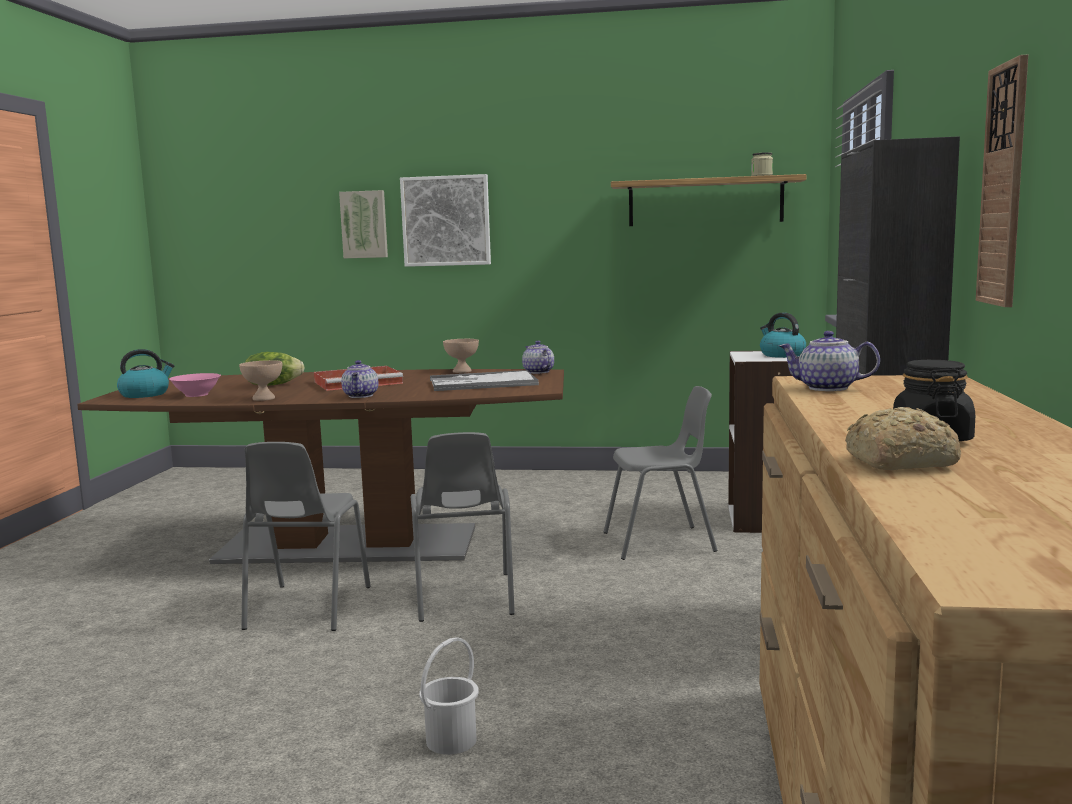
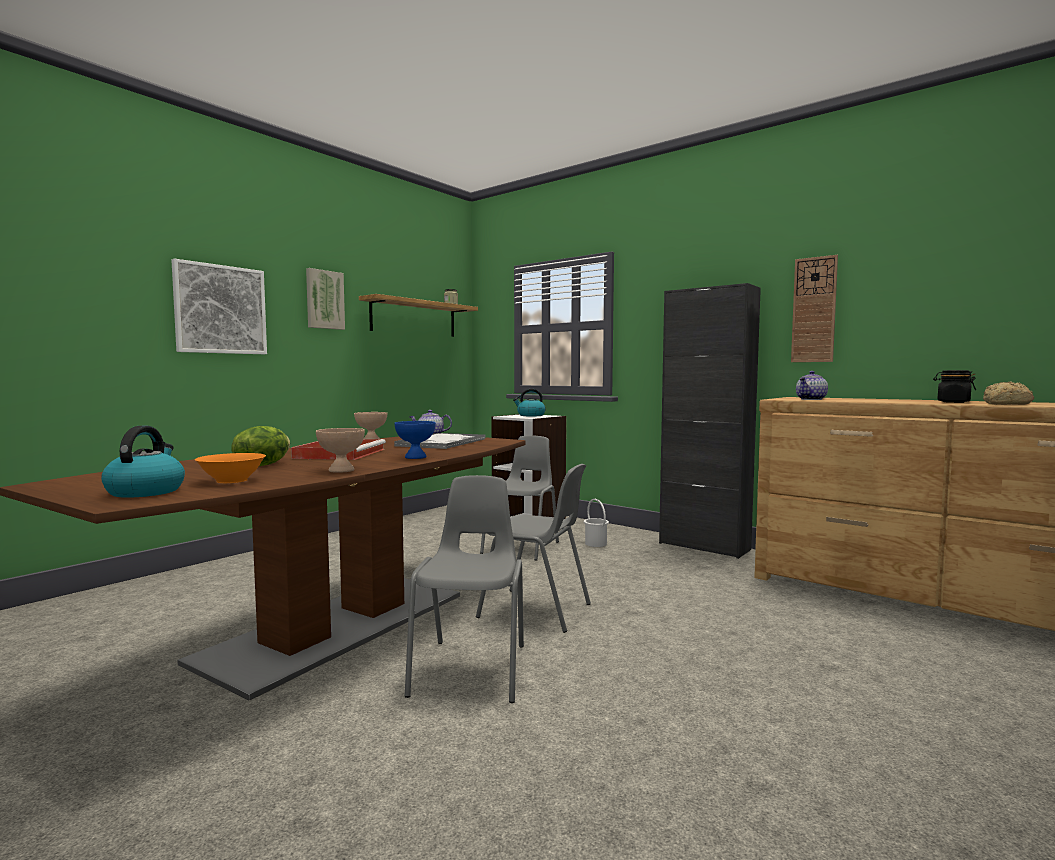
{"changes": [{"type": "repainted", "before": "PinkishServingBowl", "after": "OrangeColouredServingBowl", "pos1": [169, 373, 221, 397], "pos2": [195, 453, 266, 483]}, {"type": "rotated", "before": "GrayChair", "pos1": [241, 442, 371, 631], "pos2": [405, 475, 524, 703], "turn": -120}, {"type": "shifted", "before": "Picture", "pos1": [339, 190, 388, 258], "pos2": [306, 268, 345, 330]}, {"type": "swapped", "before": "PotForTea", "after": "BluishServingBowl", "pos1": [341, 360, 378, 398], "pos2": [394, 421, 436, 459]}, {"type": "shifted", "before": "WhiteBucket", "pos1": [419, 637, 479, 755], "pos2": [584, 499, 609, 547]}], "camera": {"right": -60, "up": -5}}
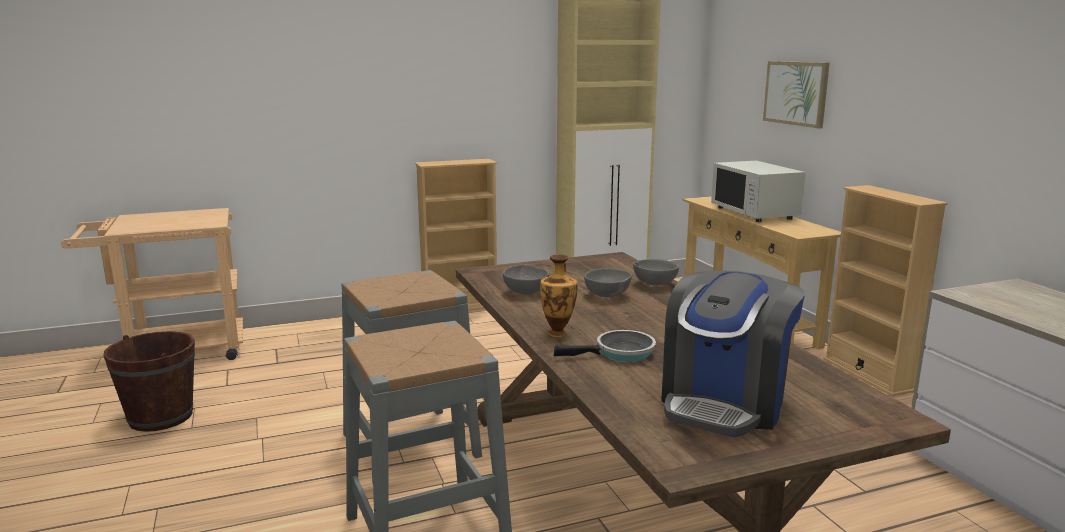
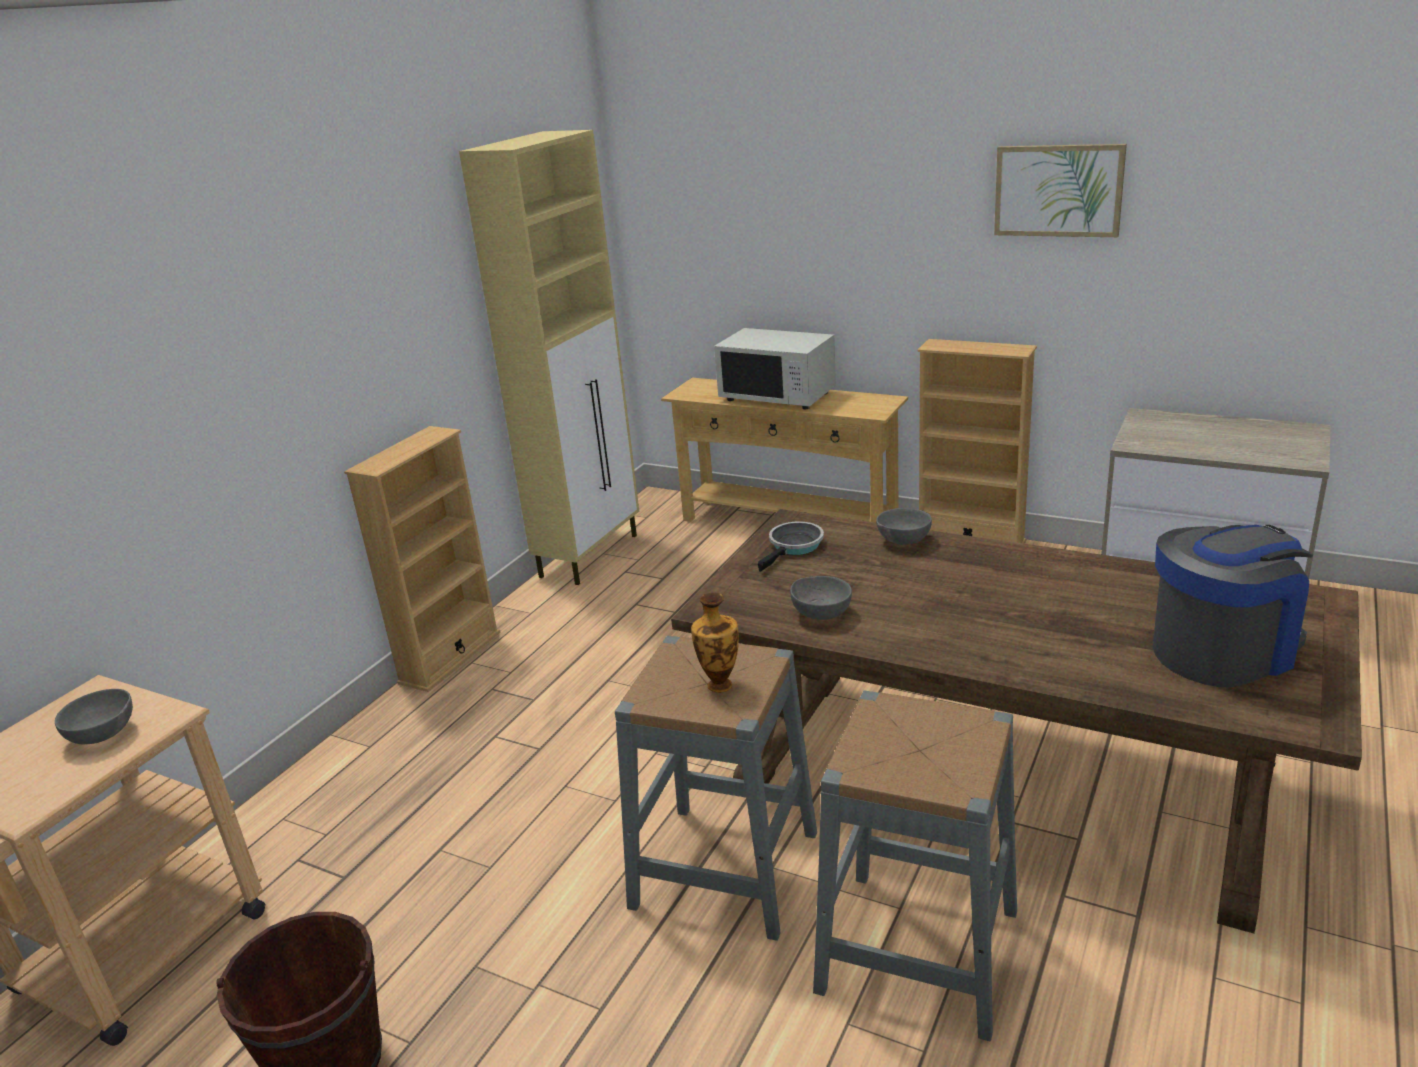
{"changes": [{"type": "shifted", "before": "DecorativeVase", "pos1": [540, 254, 578, 338], "pos2": [691, 593, 739, 693]}, {"type": "shifted", "before": "Pan", "pos1": [554, 330, 656, 362], "pos2": [758, 521, 824, 572]}, {"type": "shifted", "before": "GrayServingBowl", "pos1": [584, 268, 632, 297], "pos2": [55, 689, 133, 744]}, {"type": "rotated", "before": "CoffeeBrewer", "pos1": [661, 271, 805, 437], "pos2": [1153, 525, 1313, 687], "turn": -105}, {"type": "shifted", "before": "Picture", "pos1": [763, 61, 830, 128], "pos2": [994, 144, 1127, 237]}], "camera": {"right": -40, "up": 10}}
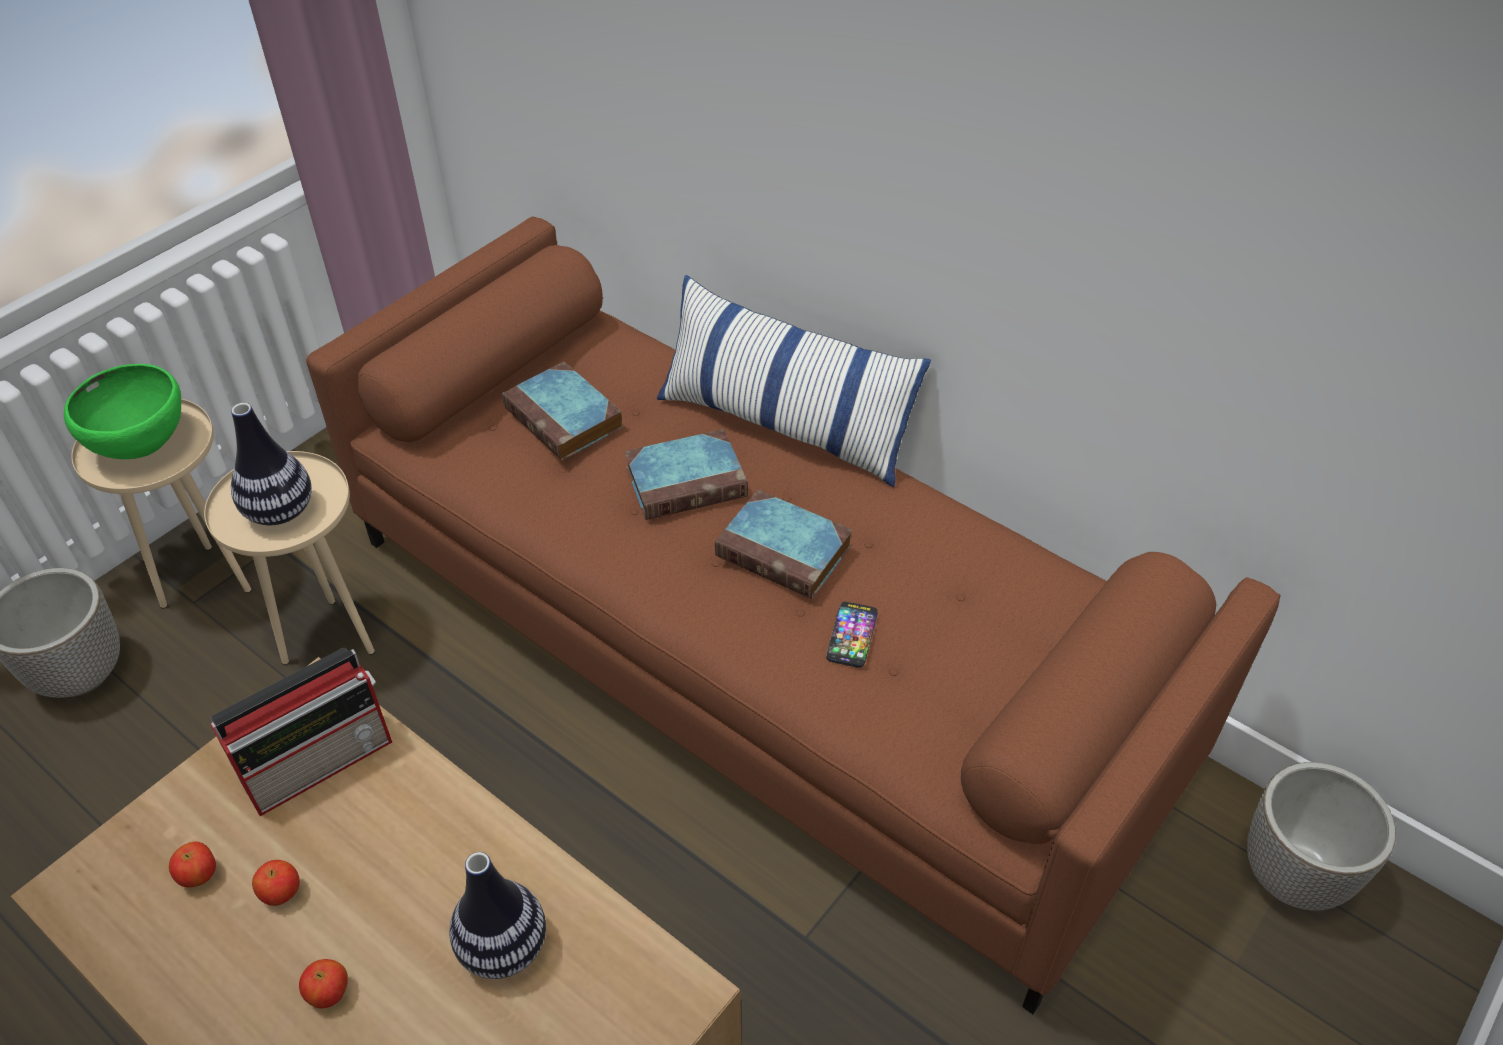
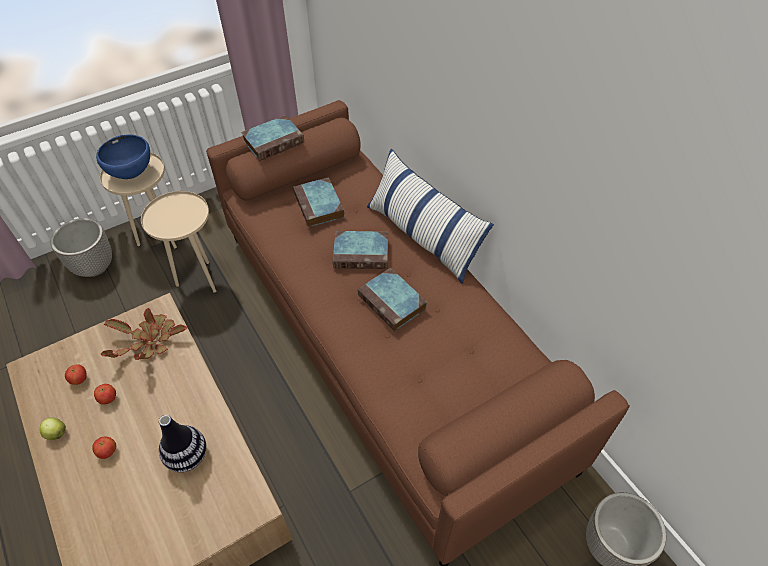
{"changes": [{"type": "repainted", "before": "GreenishServingBowl", "after": "BluishServingBowl", "pos1": [64, 364, 181, 459], "pos2": [96, 134, 150, 179]}, {"type": "swapped", "before": "RadioSet", "after": "Houseplant", "pos1": [210, 647, 392, 816], "pos2": [101, 308, 187, 360]}, {"type": "gone", "before": "DecorativeVase", "pos1": [231, 403, 312, 525]}, {"type": "gone", "before": "Handset", "pos1": [826, 602, 878, 668]}, {"type": "new", "after": "WholeApple", "pos2": [40, 417, 66, 440]}, {"type": "new", "after": "BoundBook", "pos2": [241, 115, 304, 161]}], "camera": {"right": 20, "up": 5}}
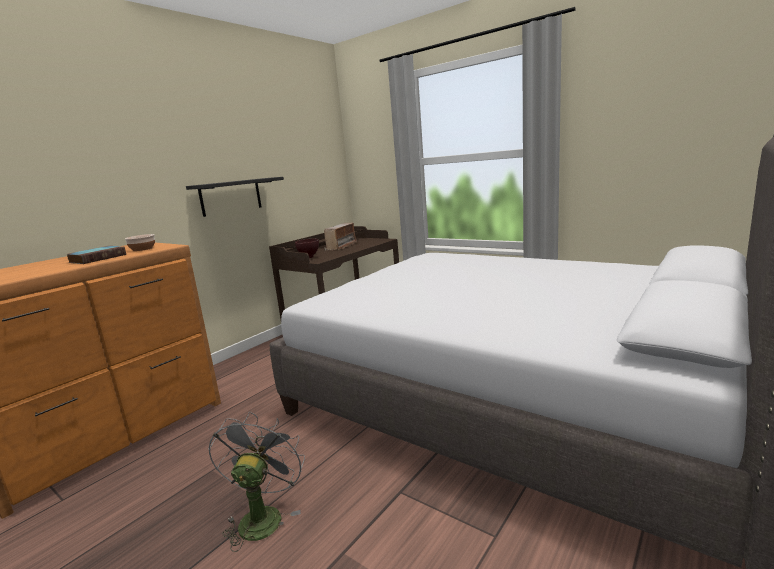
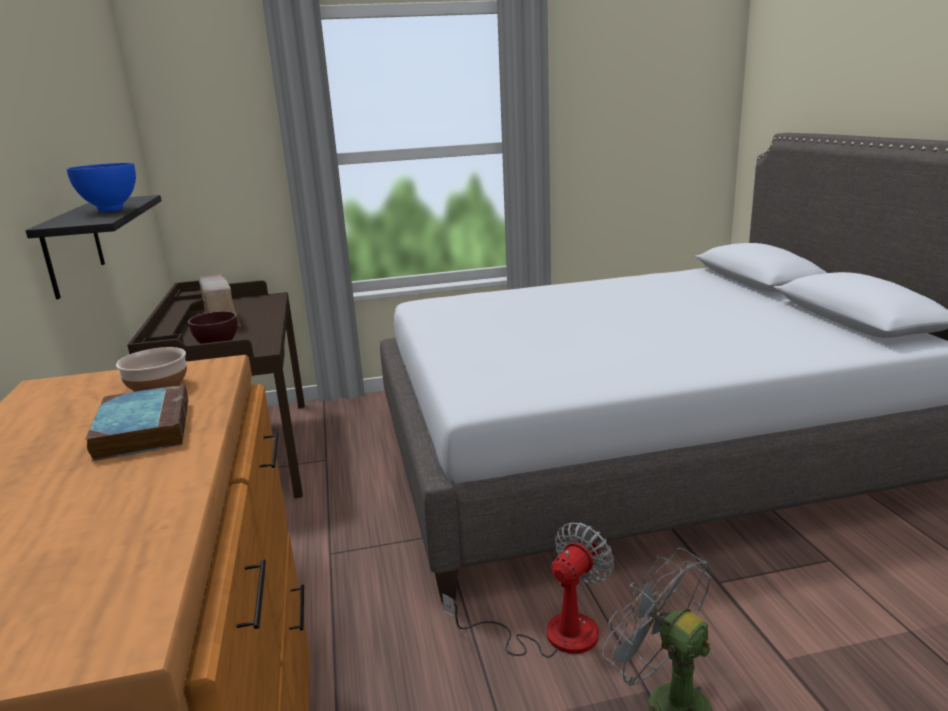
{"changes": [{"type": "new", "after": "BluishServingBowl", "pos2": [66, 163, 136, 212]}, {"type": "new", "after": "CoolingFan", "pos2": [442, 522, 614, 658]}], "camera": {"right": -50, "up": 5}}
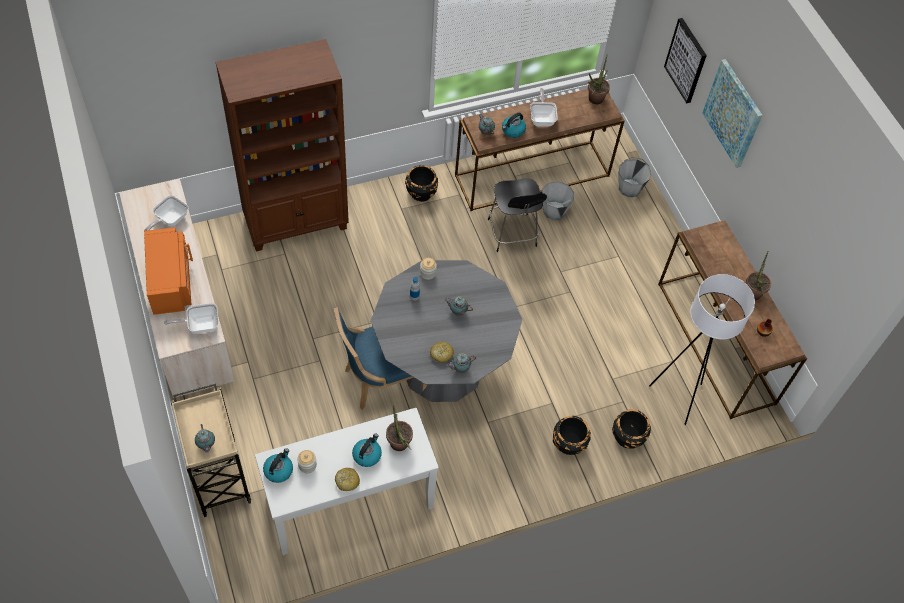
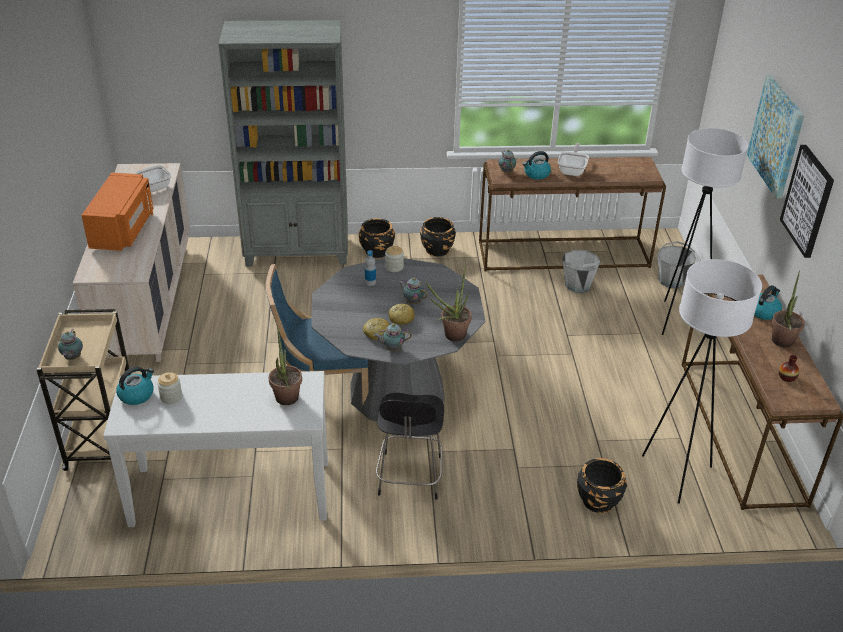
{"changes": [{"type": "gone", "before": "Pan", "pos1": [164, 303, 219, 333]}, {"type": "repainted", "before": "BrownBookshelf", "after": "GrayBookshelf", "pos1": [216, 39, 349, 251], "pos2": [219, 20, 348, 266]}, {"type": "shifted", "before": "Bread", "pos1": [335, 468, 360, 491], "pos2": [388, 303, 415, 325]}, {"type": "shifted", "before": "WaterKettle", "pos1": [352, 433, 382, 467], "pos2": [754, 285, 782, 320]}, {"type": "shifted", "before": "BlackChair", "pos1": [488, 178, 547, 252], "pos2": [376, 393, 444, 500]}, {"type": "shifted", "before": "BlackPlantPot", "pos1": [553, 415, 591, 455], "pos2": [358, 218, 395, 258]}, {"type": "shifted", "before": "Houseplant", "pos1": [588, 54, 610, 104], "pos2": [426, 267, 472, 341]}, {"type": "shifted", "before": "Picture", "pos1": [664, 18, 707, 103], "pos2": [780, 145, 834, 258]}, {"type": "new", "after": "WhiteStandingLamp", "pos2": [662, 128, 749, 335]}], "camera": {"right": 20, "up": -20}}
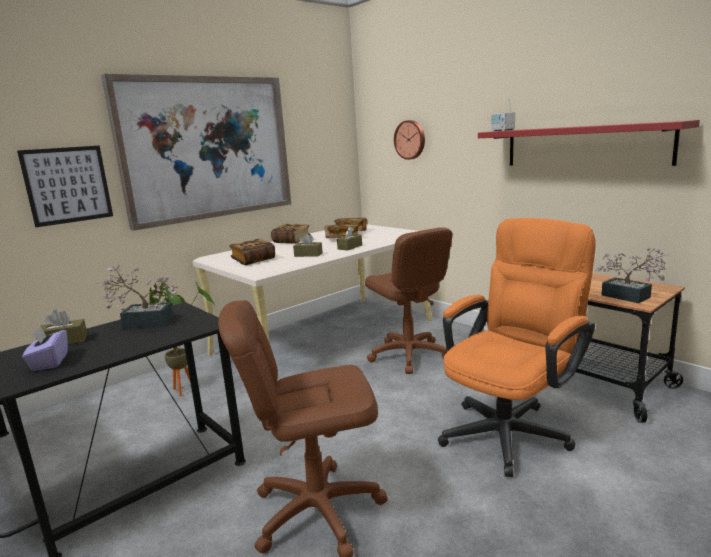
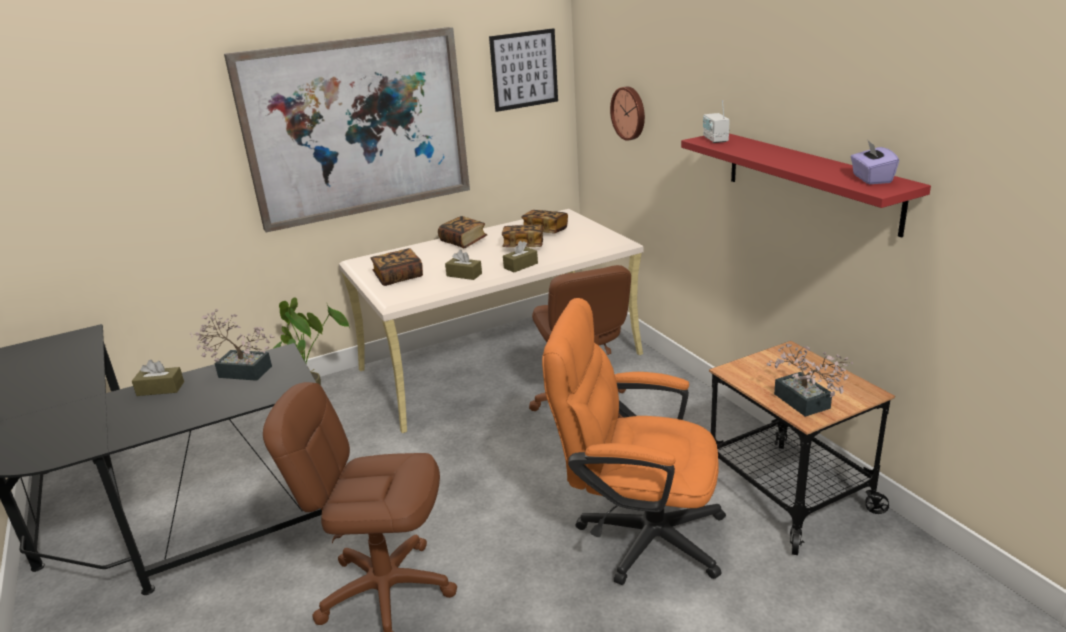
{"changes": [{"type": "shifted", "before": "Picture", "pos1": [17, 146, 113, 227], "pos2": [489, 28, 558, 112]}, {"type": "shifted", "before": "PurpleBoxOfTissues", "pos1": [22, 326, 68, 371], "pos2": [851, 141, 899, 184]}, {"type": "rotated", "before": "OrangeColouredOfficeChair", "pos1": [438, 218, 596, 477], "pos2": [542, 298, 726, 585], "turn": -135}], "camera": {"right": 15, "up": 10}}
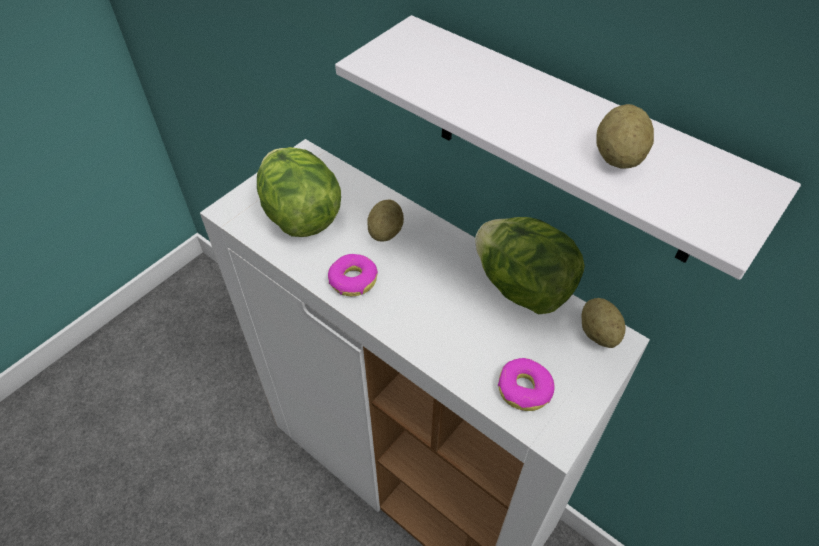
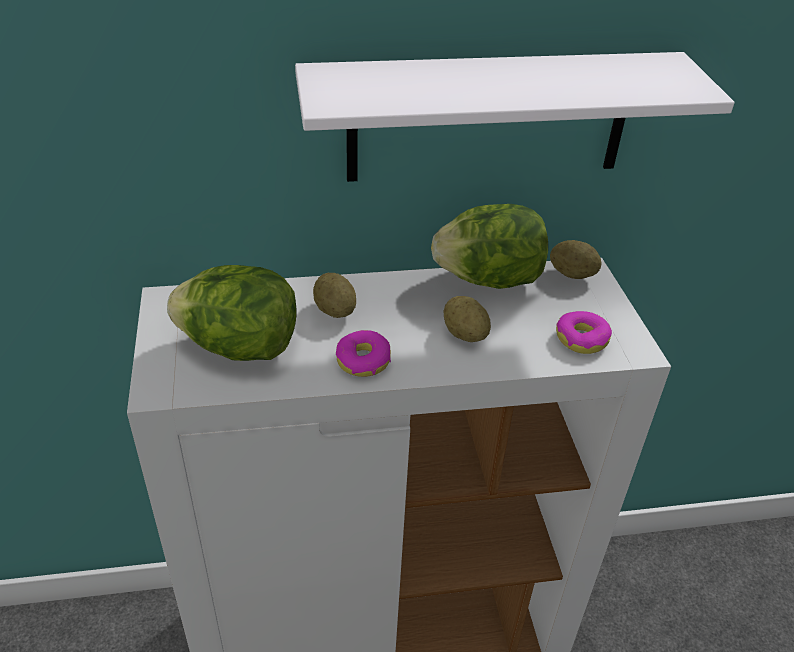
{"changes": [{"type": "shifted", "before": "Potato", "pos1": [596, 104, 654, 169], "pos2": [444, 296, 491, 342]}], "camera": {"right": -50, "up": -10}}
